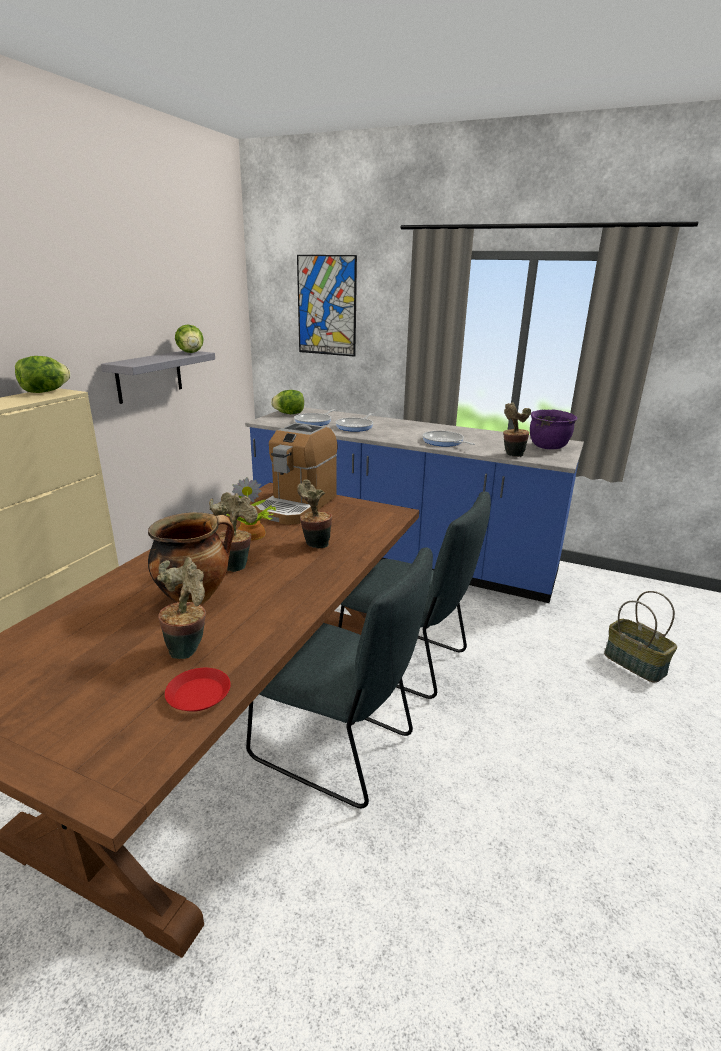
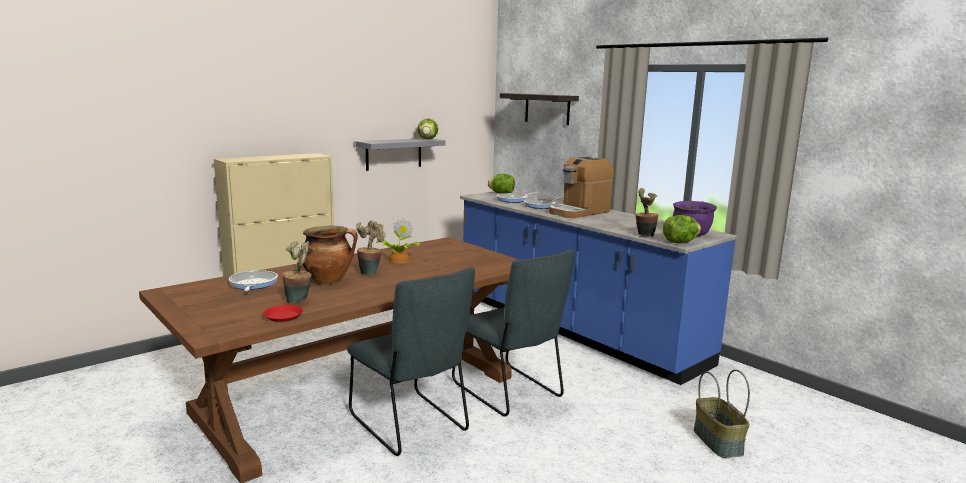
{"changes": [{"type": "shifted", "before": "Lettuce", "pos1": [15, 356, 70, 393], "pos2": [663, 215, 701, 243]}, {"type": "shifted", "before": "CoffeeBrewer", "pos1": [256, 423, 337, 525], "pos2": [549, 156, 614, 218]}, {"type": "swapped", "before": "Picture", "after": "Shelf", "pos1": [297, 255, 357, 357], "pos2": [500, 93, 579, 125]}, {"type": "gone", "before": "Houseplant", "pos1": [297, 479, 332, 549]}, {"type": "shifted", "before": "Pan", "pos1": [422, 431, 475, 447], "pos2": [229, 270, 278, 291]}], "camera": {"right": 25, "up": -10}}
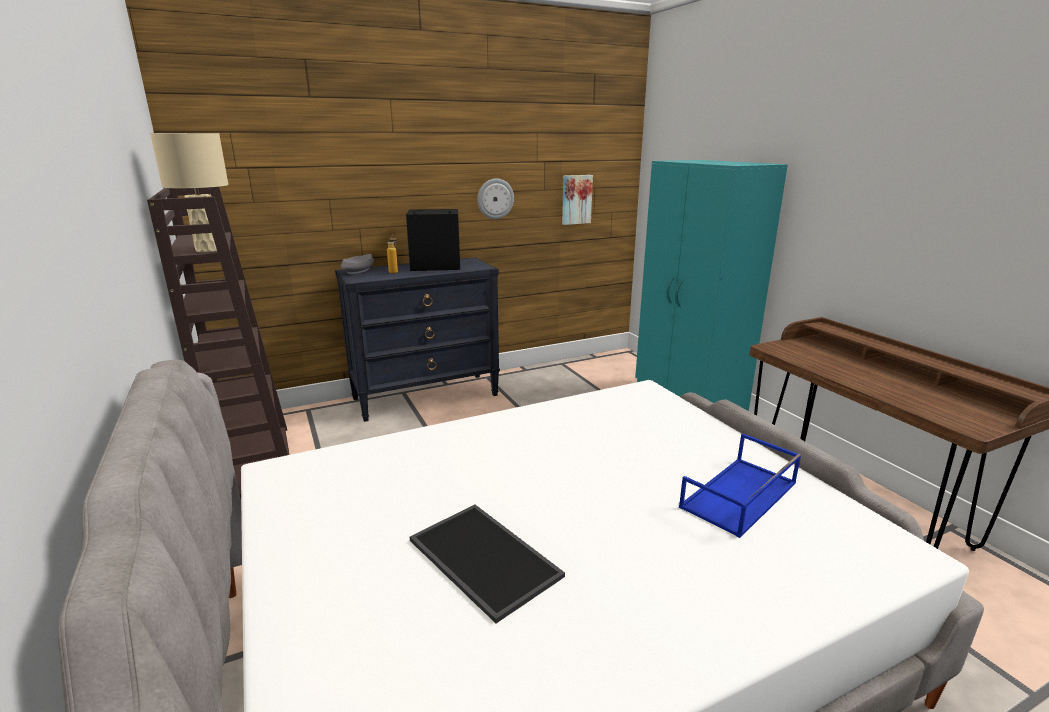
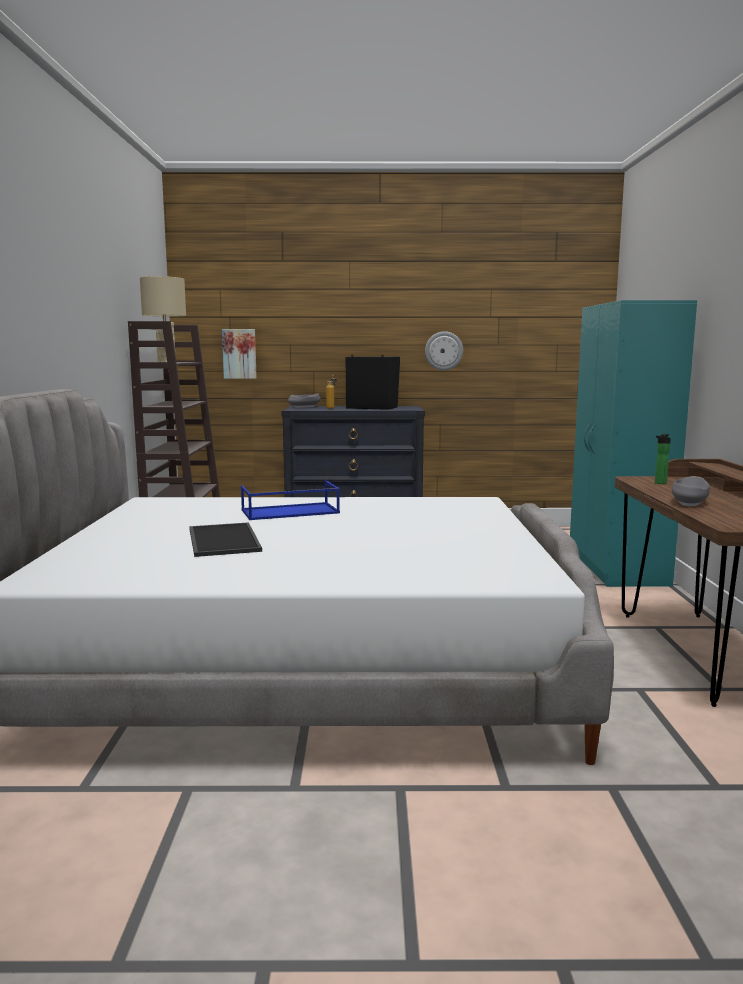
{"changes": [{"type": "shifted", "before": "Picture", "pos1": [562, 175, 593, 225], "pos2": [222, 329, 257, 379]}, {"type": "shifted", "before": "BluishTray", "pos1": [679, 433, 801, 538], "pos2": [241, 480, 340, 520]}, {"type": "new", "after": "Bottle", "pos2": [655, 434, 671, 484]}, {"type": "new", "after": "GrayServingBowl", "pos2": [672, 476, 710, 506]}], "camera": {"right": 25, "up": -10}}
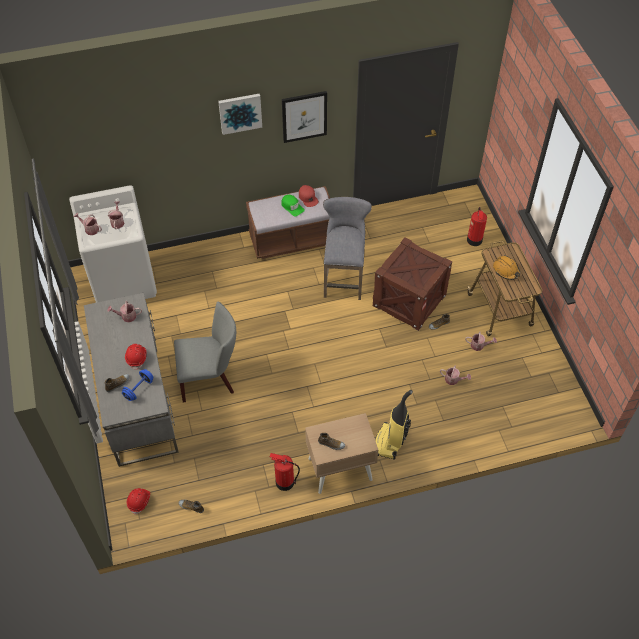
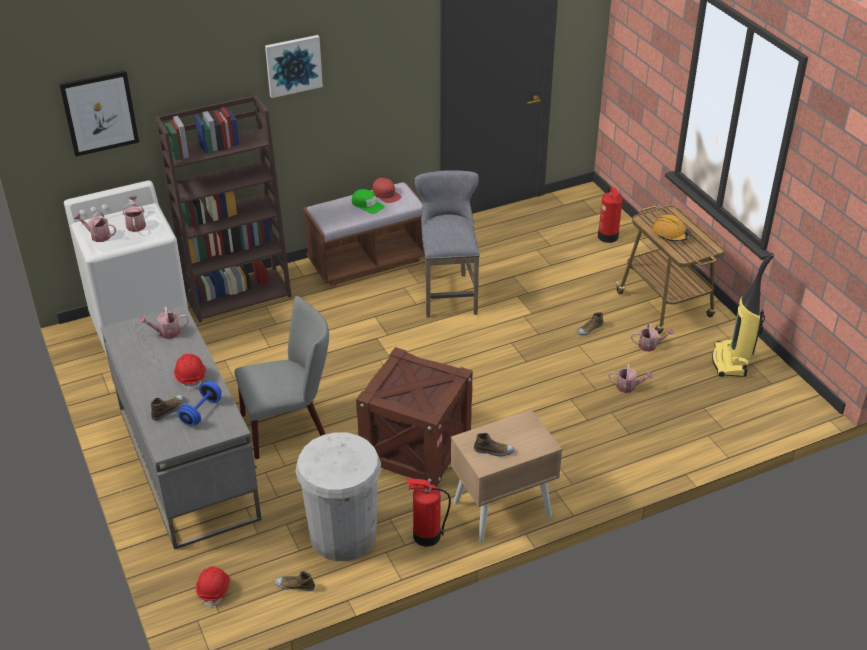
{"changes": [{"type": "shifted", "before": "Picture", "pos1": [282, 91, 327, 143], "pos2": [59, 70, 139, 157]}, {"type": "shifted", "before": "Crate", "pos1": [373, 237, 452, 331], "pos2": [356, 347, 473, 487]}, {"type": "shifted", "before": "Vacuum", "pos1": [375, 390, 413, 459], "pos2": [712, 252, 774, 377]}, {"type": "new", "after": "BrownBookshelf", "pos2": [155, 95, 292, 323]}, {"type": "new", "after": "WhiteRubbishBin", "pos2": [296, 432, 381, 561]}], "camera": {"right": -10, "up": -15}}
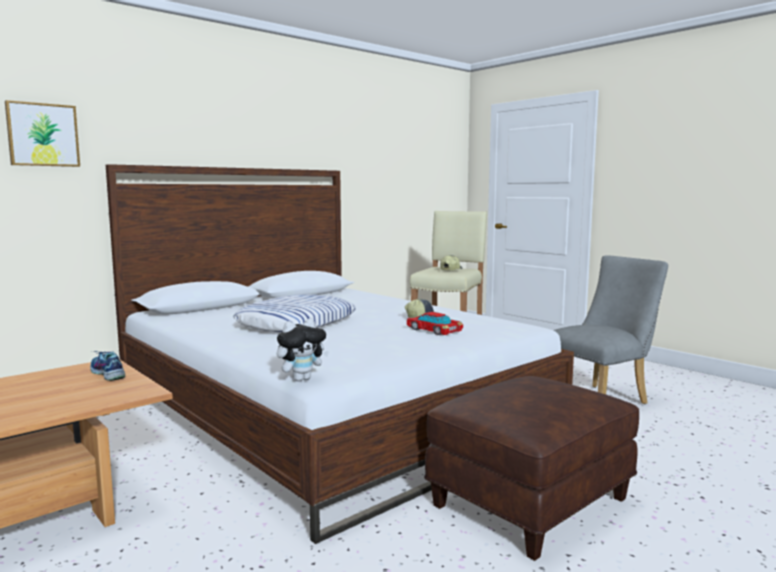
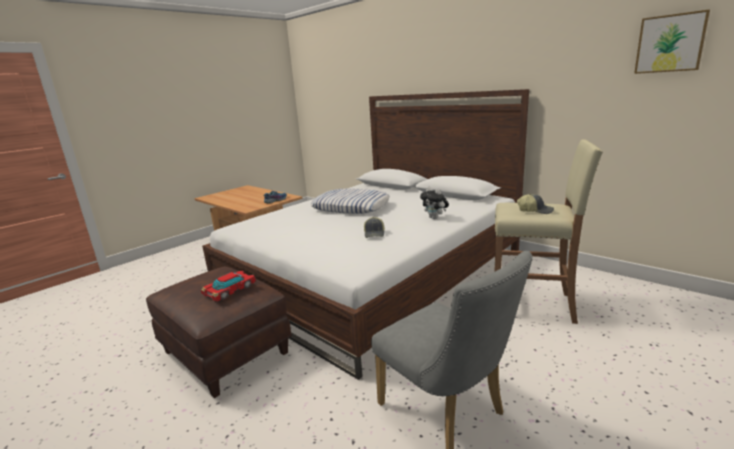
{"changes": [{"type": "shifted", "before": "Picture", "pos1": [5, 100, 80, 167], "pos2": [634, 9, 710, 74]}, {"type": "shifted", "before": "CuddlyToy", "pos1": [277, 319, 329, 381], "pos2": [420, 187, 449, 219]}, {"type": "shifted", "before": "ModelCar", "pos1": [407, 312, 463, 335], "pos2": [201, 271, 256, 302]}], "camera": {"right": 85, "up": 10}}
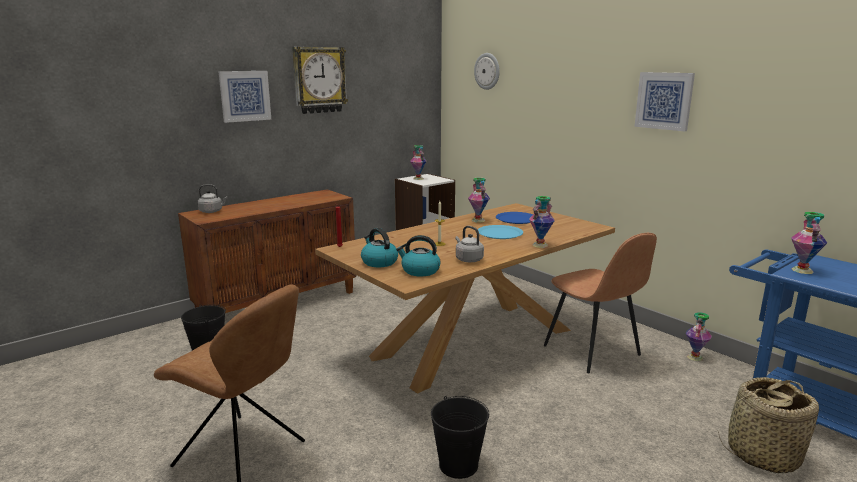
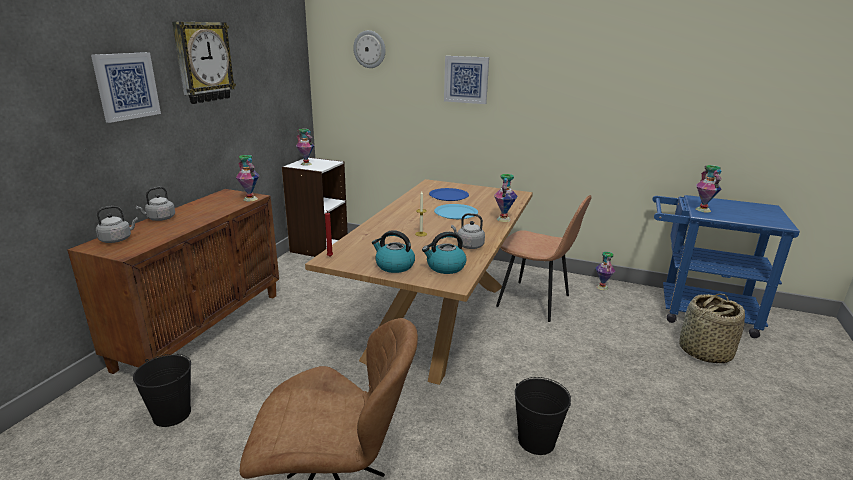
{"changes": [{"type": "shifted", "before": "DecorativeVase", "pos1": [468, 178, 490, 222], "pos2": [236, 155, 259, 201]}, {"type": "shifted", "before": "Picture", "pos1": [634, 72, 695, 131], "pos2": [444, 56, 489, 104]}, {"type": "new", "after": "GrayWaterKettle", "pos2": [136, 187, 175, 221]}], "camera": {"right": -30, "up": 5}}
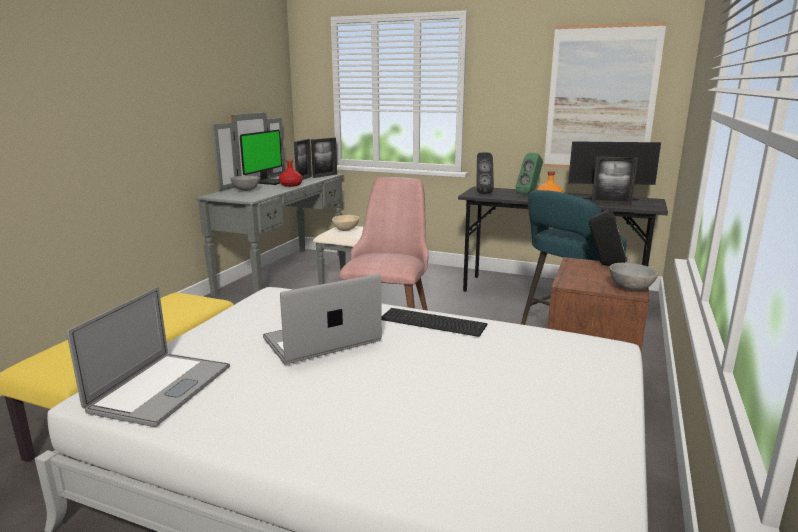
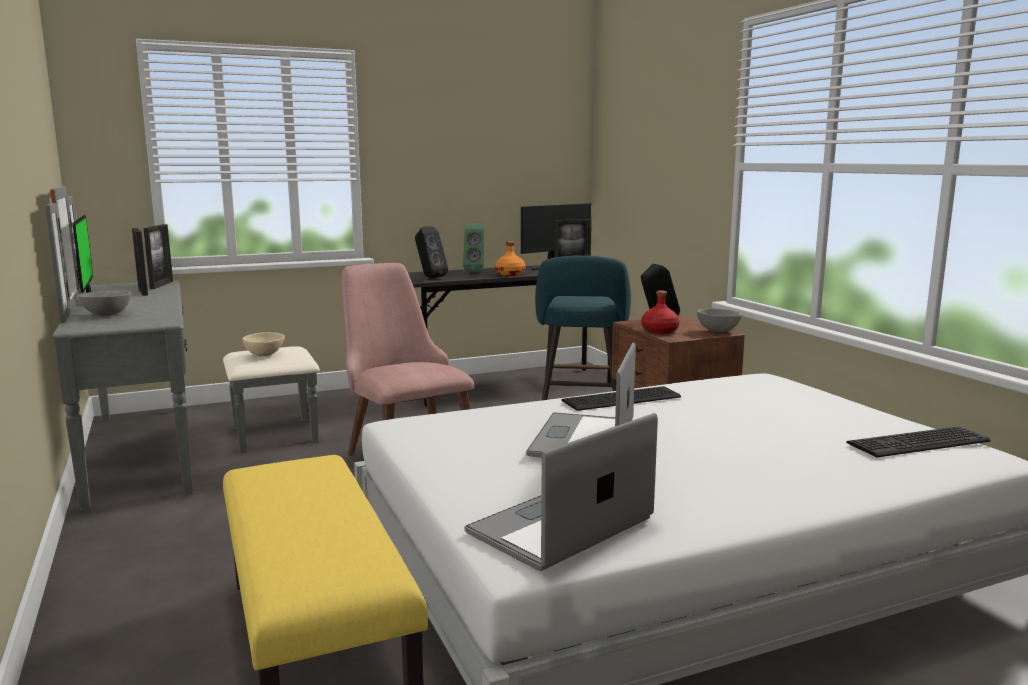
{"changes": [{"type": "rotated", "before": "PortableComputer", "pos1": [67, 287, 230, 427], "pos2": [465, 413, 658, 571], "turn": -105}, {"type": "shifted", "before": "RedColouredBottle", "pos1": [279, 160, 303, 187], "pos2": [641, 291, 680, 334]}, {"type": "gone", "before": "Picture", "pos1": [544, 22, 667, 168]}, {"type": "new", "after": "PcKeyboard", "pos2": [846, 426, 990, 457]}], "camera": {"right": -45, "up": -5}}
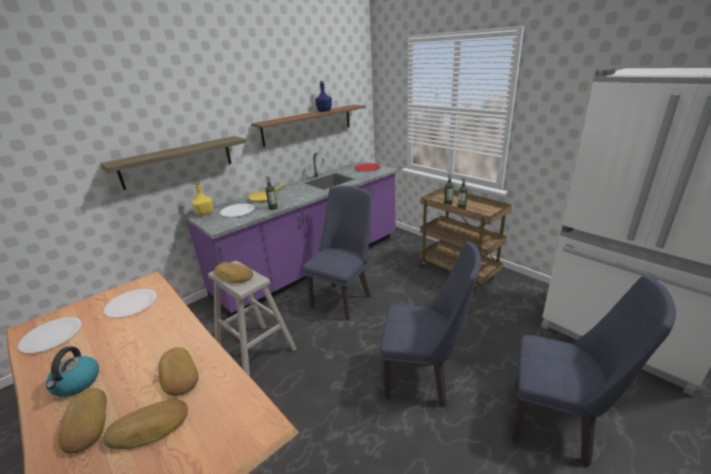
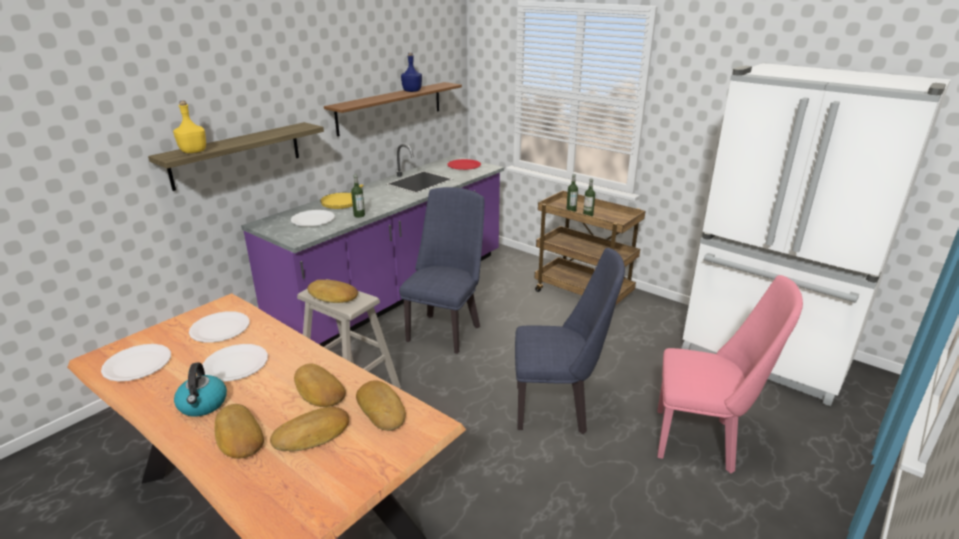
{"changes": [{"type": "shifted", "before": "YellowColouredBottle", "pos1": [192, 182, 213, 216], "pos2": [173, 100, 206, 153]}, {"type": "repainted", "before": "BluishChair", "after": "PinkishChair", "pos1": [512, 275, 676, 467], "pos2": [657, 275, 803, 473]}, {"type": "new", "after": "WhiteDinnerPlate", "pos2": [203, 344, 268, 381]}, {"type": "new", "after": "Bread", "pos2": [356, 380, 406, 431]}], "camera": {"right": -10, "up": 0}}
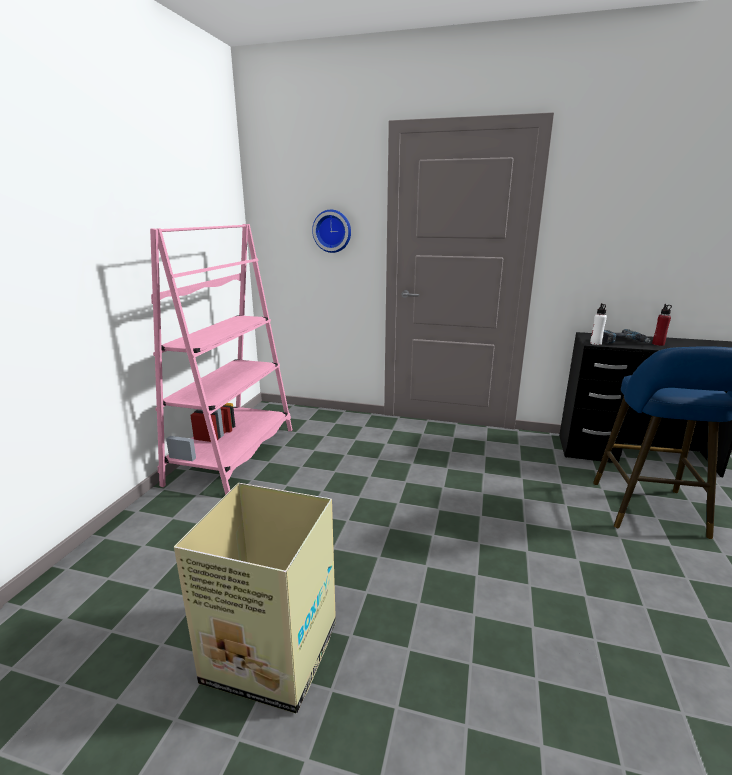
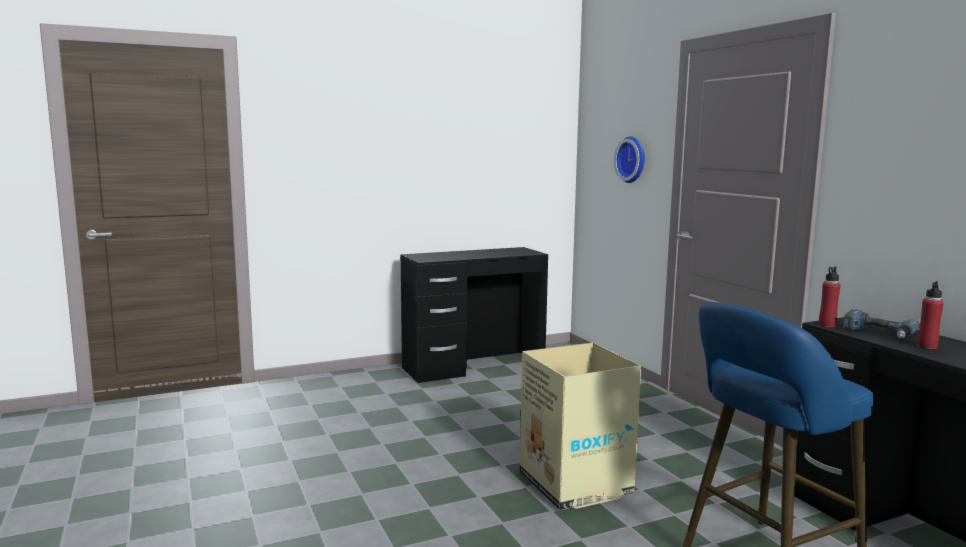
{"changes": [{"type": "swapped", "before": "PinkishBookshelf", "after": "BlackDesk", "pos1": [150, 224, 292, 495], "pos2": [401, 247, 548, 383]}, {"type": "shifted", "before": "PackingBox", "pos1": [174, 483, 336, 713], "pos2": [520, 343, 641, 510]}, {"type": "repainted", "before": "WhiteBottle", "after": "RedColouredBottle", "pos1": [590, 303, 607, 345], "pos2": [819, 266, 840, 327]}], "camera": {"right": 50, "up": -10}}
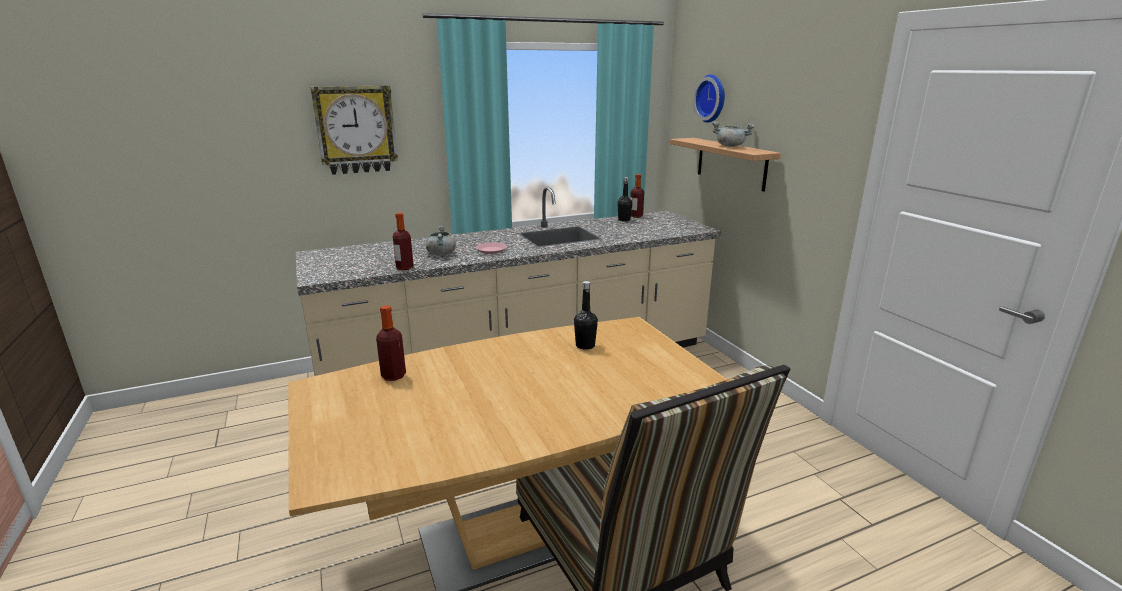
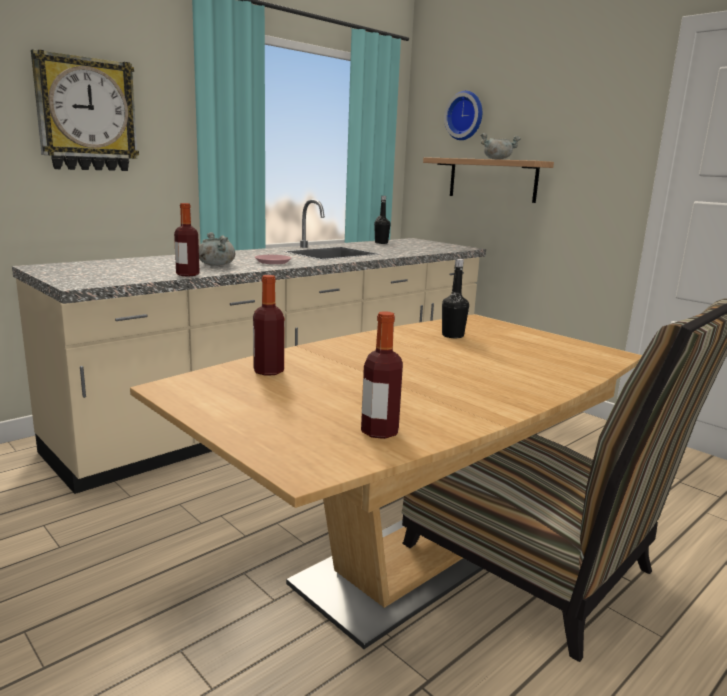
{"changes": [{"type": "shifted", "before": "Bottle", "pos1": [630, 174, 644, 218], "pos2": [361, 311, 403, 439]}], "camera": {"right": -20, "up": -5}}
